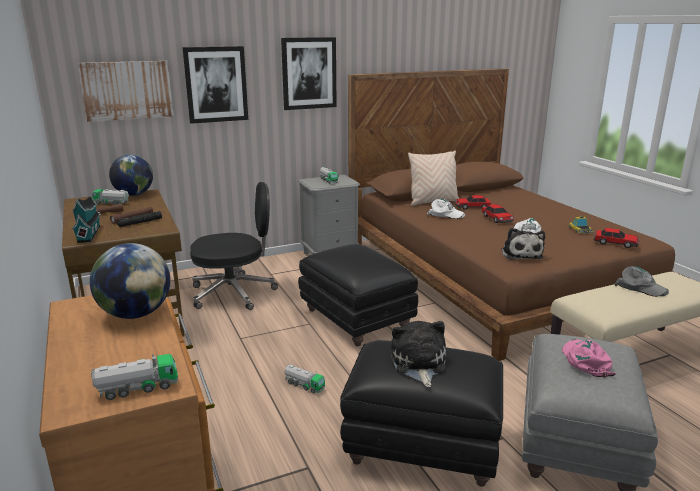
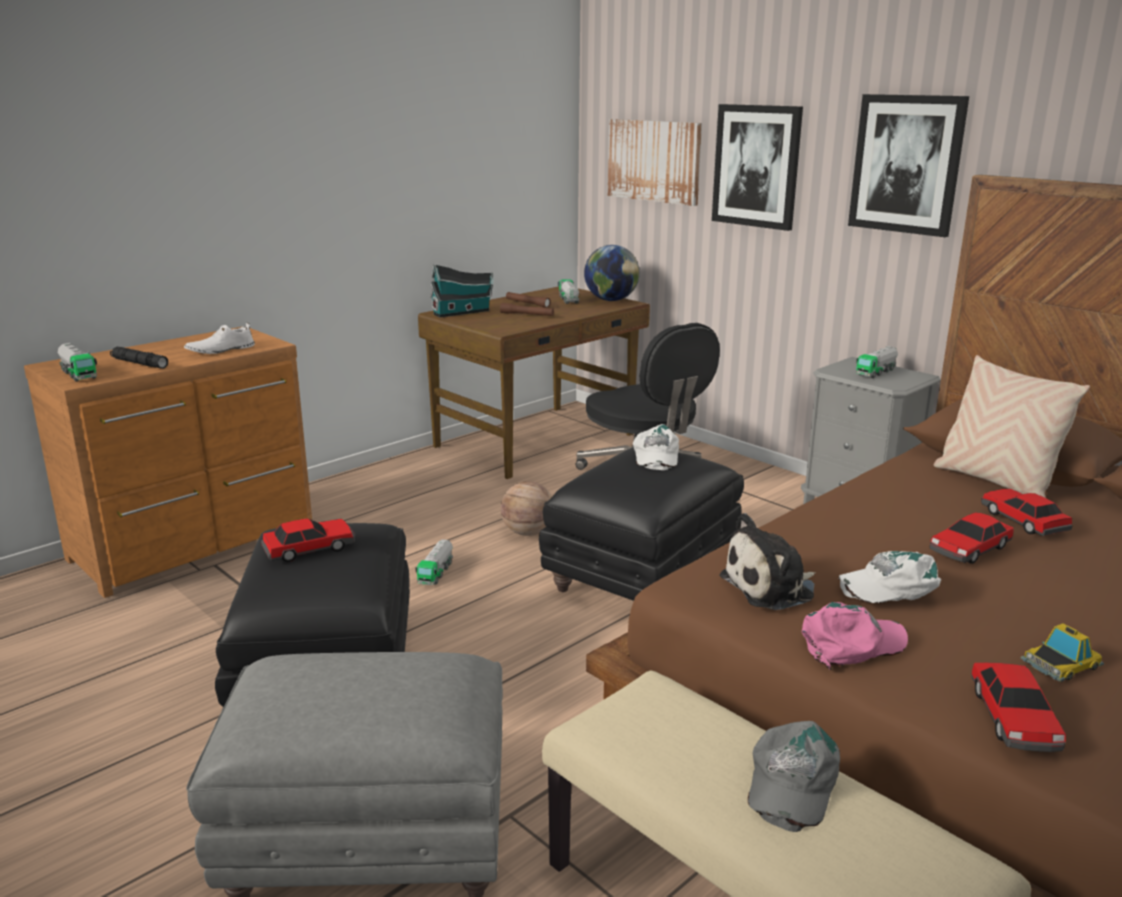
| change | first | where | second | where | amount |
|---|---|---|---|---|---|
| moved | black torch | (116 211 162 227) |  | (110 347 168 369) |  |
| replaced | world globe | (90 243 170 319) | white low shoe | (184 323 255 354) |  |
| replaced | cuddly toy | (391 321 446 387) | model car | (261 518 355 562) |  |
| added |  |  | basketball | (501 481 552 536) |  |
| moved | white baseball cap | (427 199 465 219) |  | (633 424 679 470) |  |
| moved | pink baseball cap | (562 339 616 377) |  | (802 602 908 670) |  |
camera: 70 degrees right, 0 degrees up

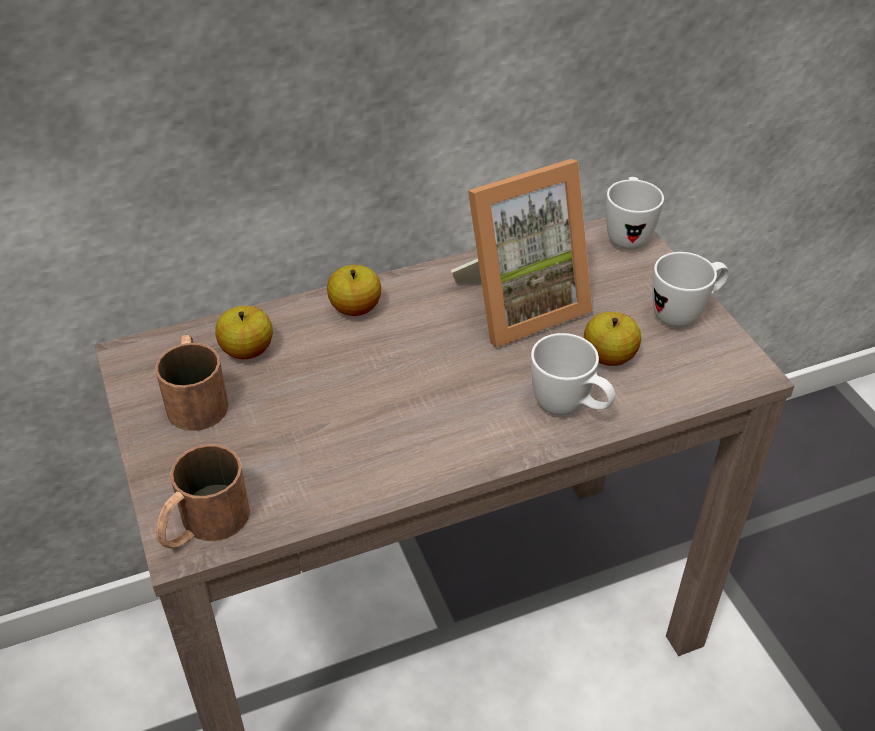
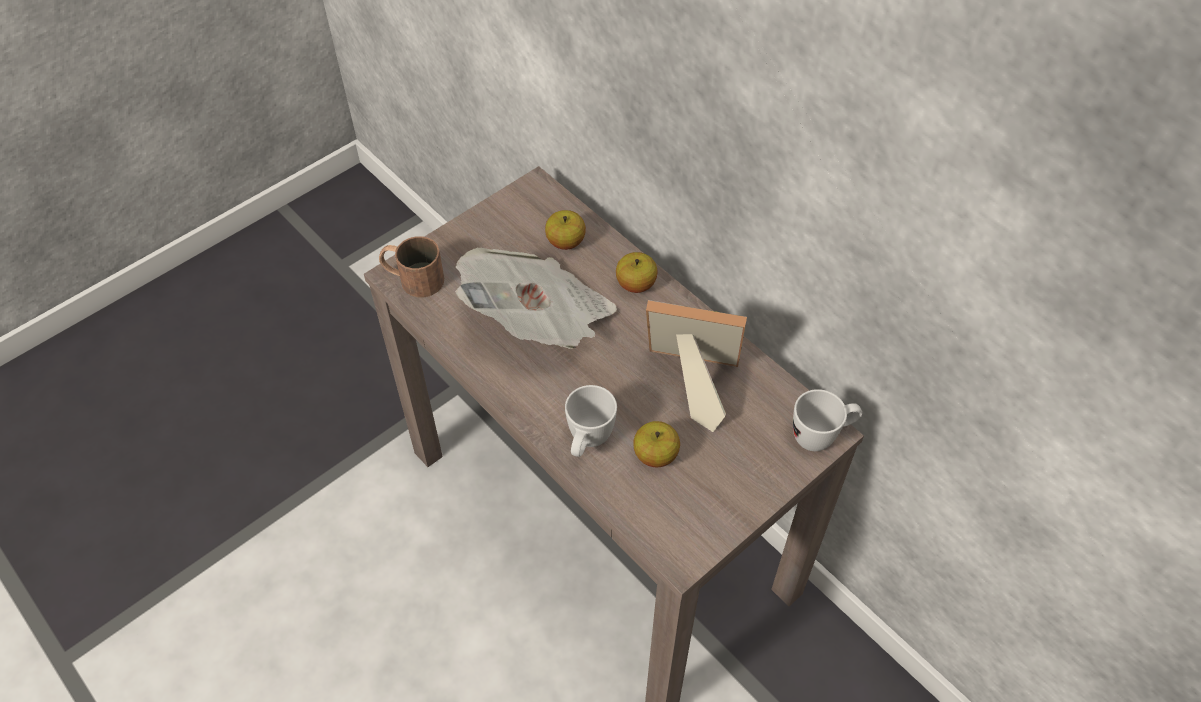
| change | first | where | second | where | amount |
|---|---|---|---|---|---|
| added |  |  | printed paper | (455 248 617 349) |  |
| turned | photo frame | (451 159 592 348) |  | (646 300 747 432) | 150 degrees clockwise |
| removed | brown-coloured tea mug | (156 335 229 431) |  |  |  |
| removed | white tea mug | (653 252 729 328) |  |  |  |
camera: 70 degrees right, 10 degrees up

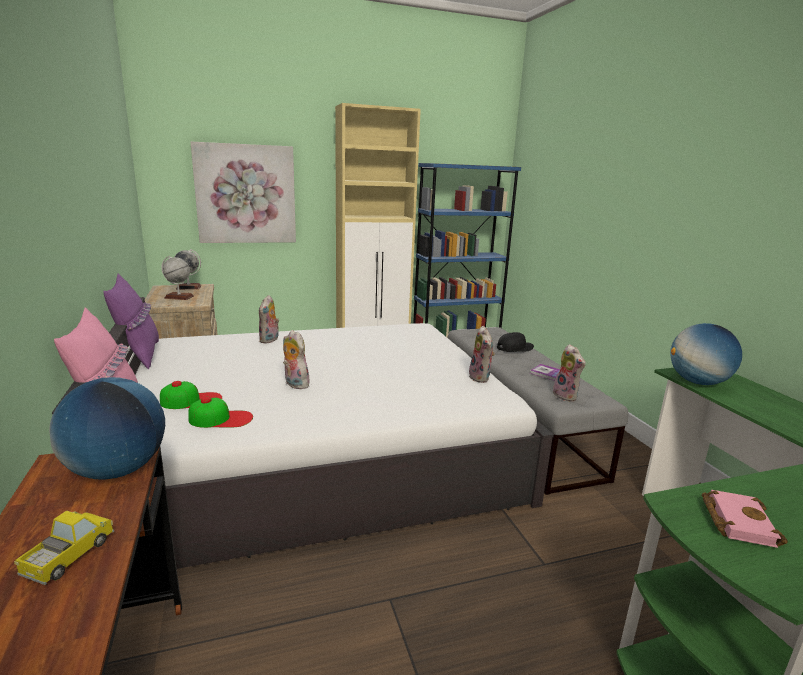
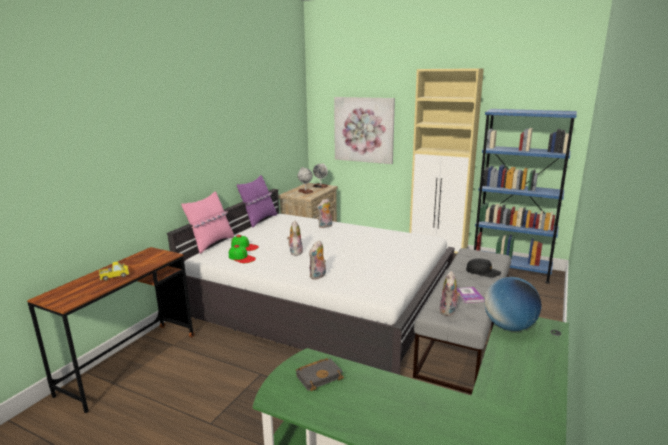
| change | first | where | second | where | amount |
|---|---|---|---|---|---|
| recoloured | pink volume | (702 490 788 548) | black volume | (296 358 344 391) |  |
| moved | cuddly toy | (469 326 495 383) |  | (309 240 326 280) |  |
| removed | world globe | (49 377 165 480) |  |  |  |
camera: 45 degrees right, 0 degrees up

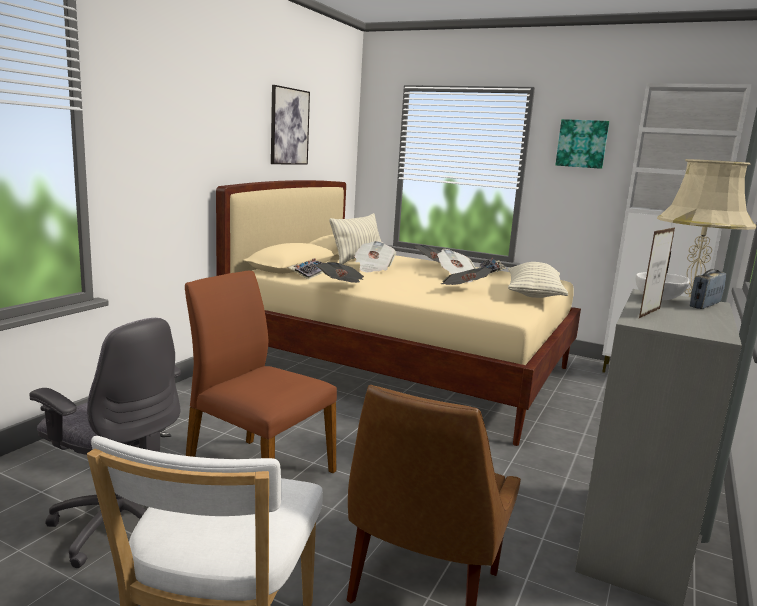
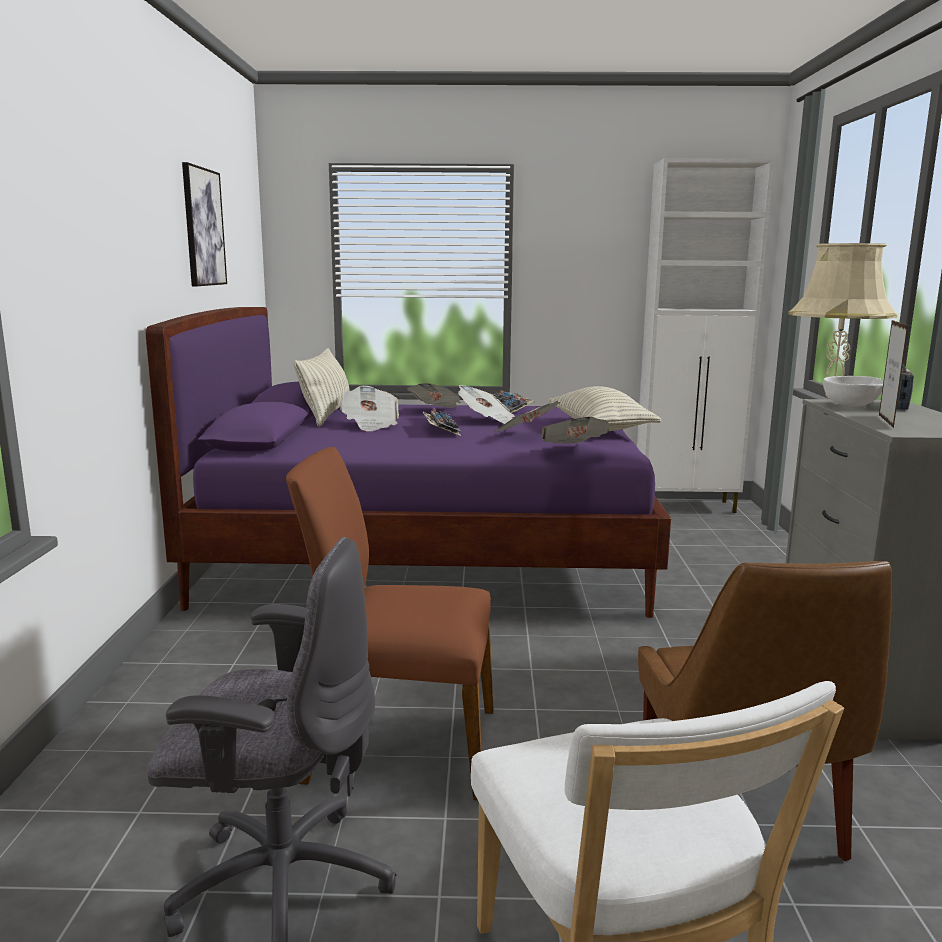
| change | first | where | second | where | amount |
|---|---|---|---|---|---|
| recoloured | sand-coloured sleeping bed | (216 180 581 446) | purple-coloured sleeping bed | (146 307 671 618) |  |
| moved | keyboard | (288 258 324 280) |  | (422 408 461 436) |  |
| moved | printed paper | (316 262 364 283) |  | (541 417 610 444) |  |
| removed | picture | (555 119 609 169) |  |  |  |
camera: 25 degrees left, 0 degrees up

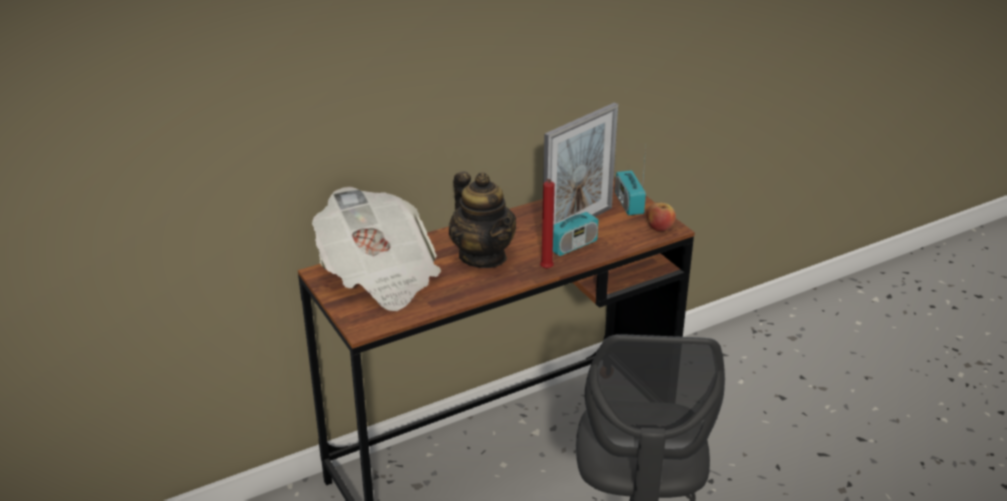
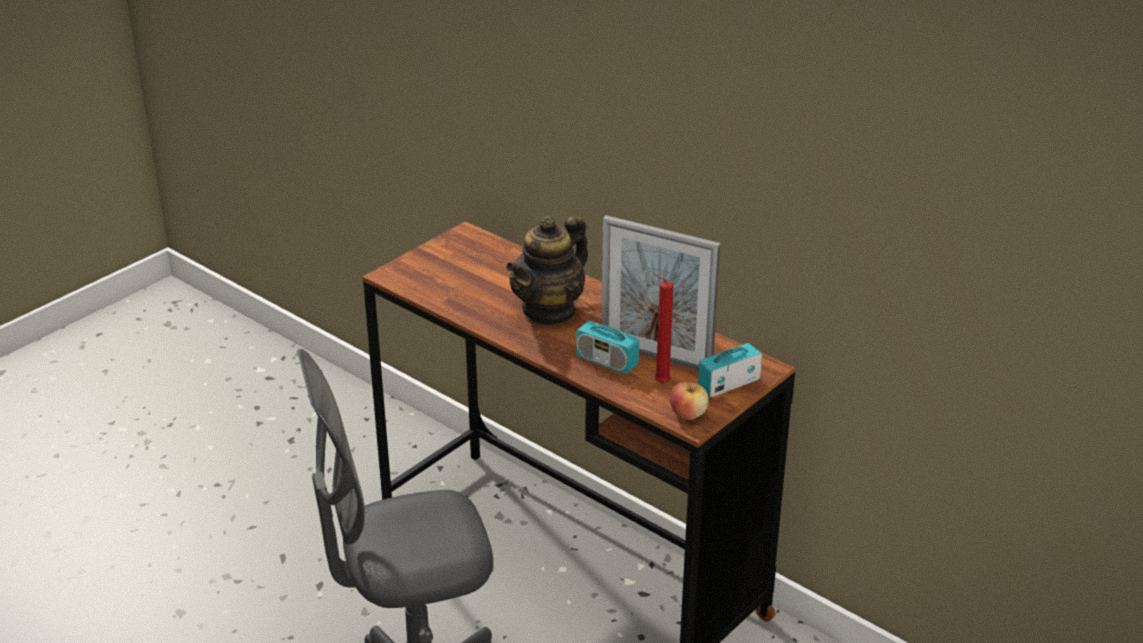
| change | first | where | second | where | amount |
|---|---|---|---|---|---|
| moved | red wax light | (540 179 555 269) |  | (653 273 673 384) |  |
| removed | printed paper | (312 187 441 311) |  |  |  |
camera: 70 degrees right, 0 degrees up

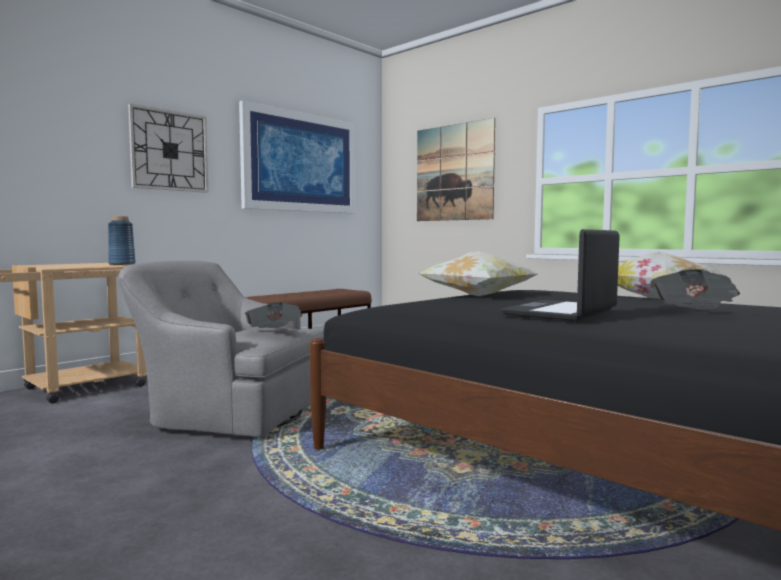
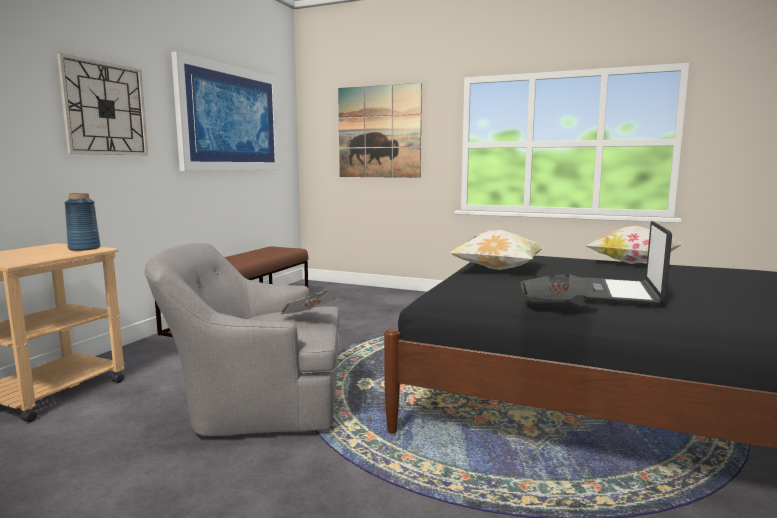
| change | first | where | second | where | amount |
|---|---|---|---|---|---|
| moved | printed paper | (650 269 740 310) |  | (520 274 596 300) |  |
camera: 20 degrees left, 5 degrees up

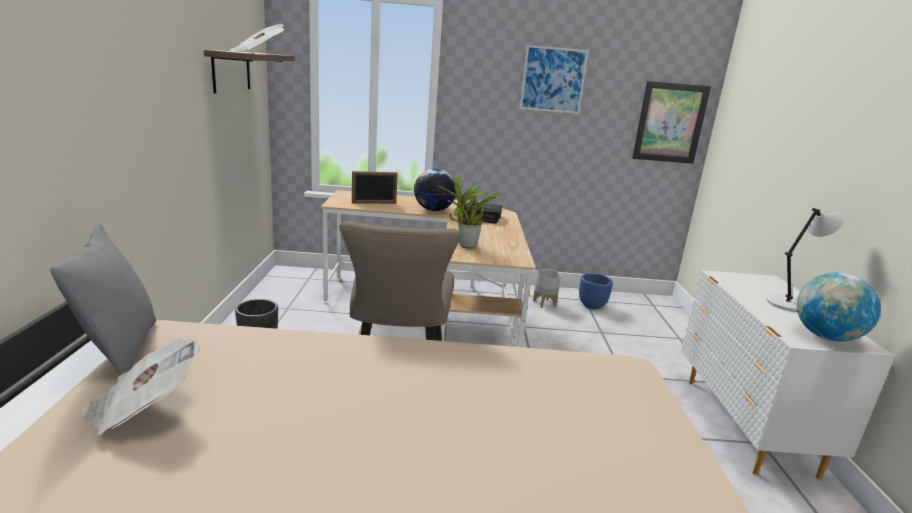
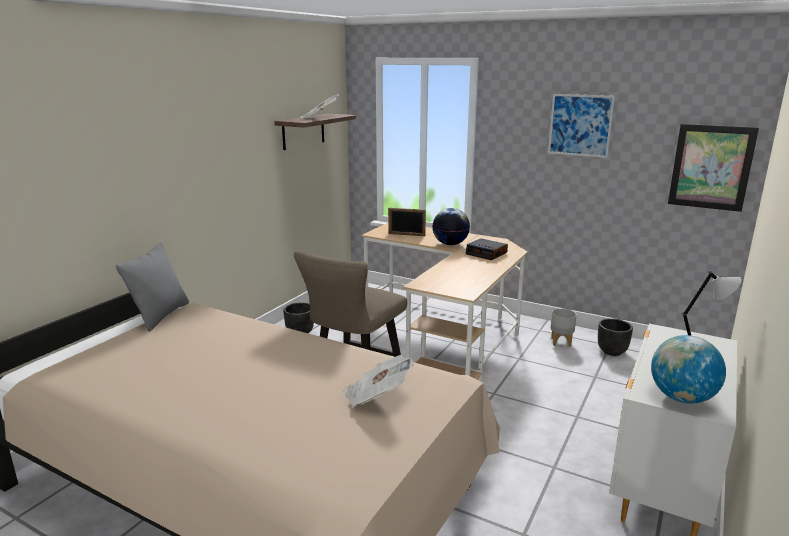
| change | first | where | second | where | amount |
|---|---|---|---|---|---|
| moved | printed paper | (80 338 200 436) |  | (343 355 414 408) |  |
| recoloured | bluish plant pot | (579 273 613 309) | black plant pot | (598 318 633 356) |  |
| removed | potted plant | (438 176 501 248) |  |  |  |
camera: 30 degrees right, 0 degrees up

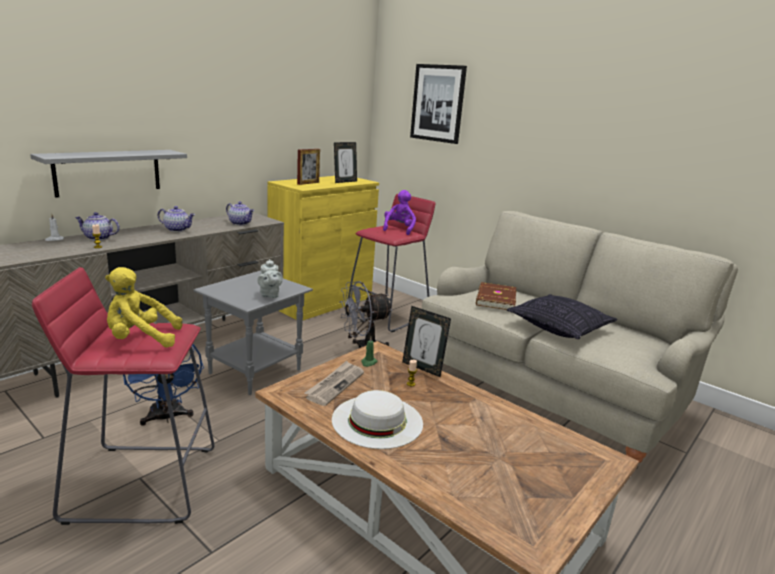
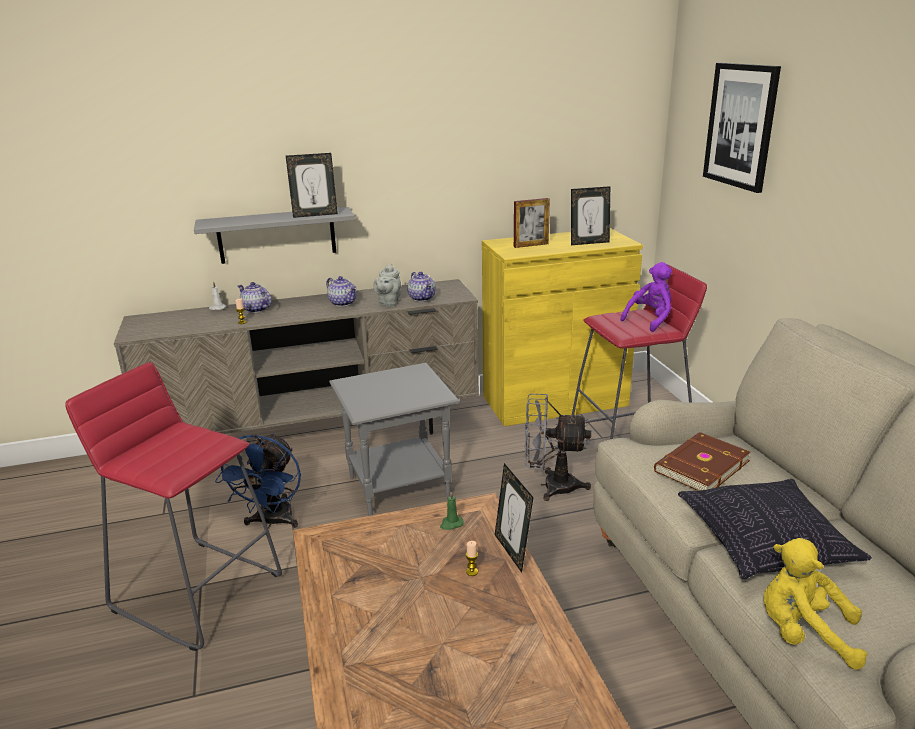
| change | first | where | second | where | amount |
|---|---|---|---|---|---|
| added |  |  | photo frame | (286 153 338 218) |  |
| moved | grey teapot | (257 259 283 298) |  | (373 264 401 306) |  |
| moved | yellow-coloured cuddly toy | (105 267 183 348) |  | (763 538 867 670) |  |
| removed | printed paper | (304 361 364 406) |  |  |  |
| removed | white hat | (332 390 423 449) |  |  |  |
camera: 35 degrees right, 5 degrees up

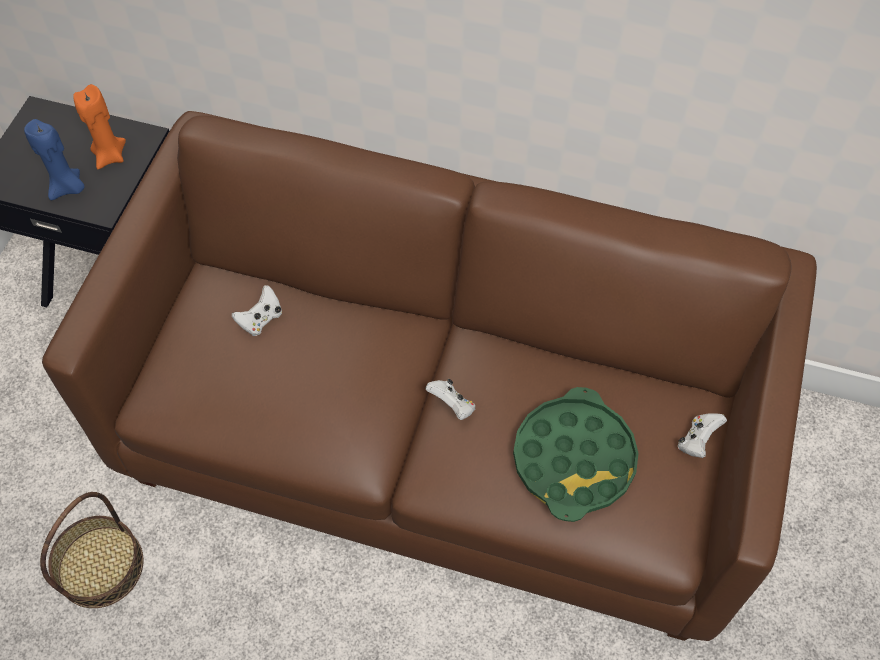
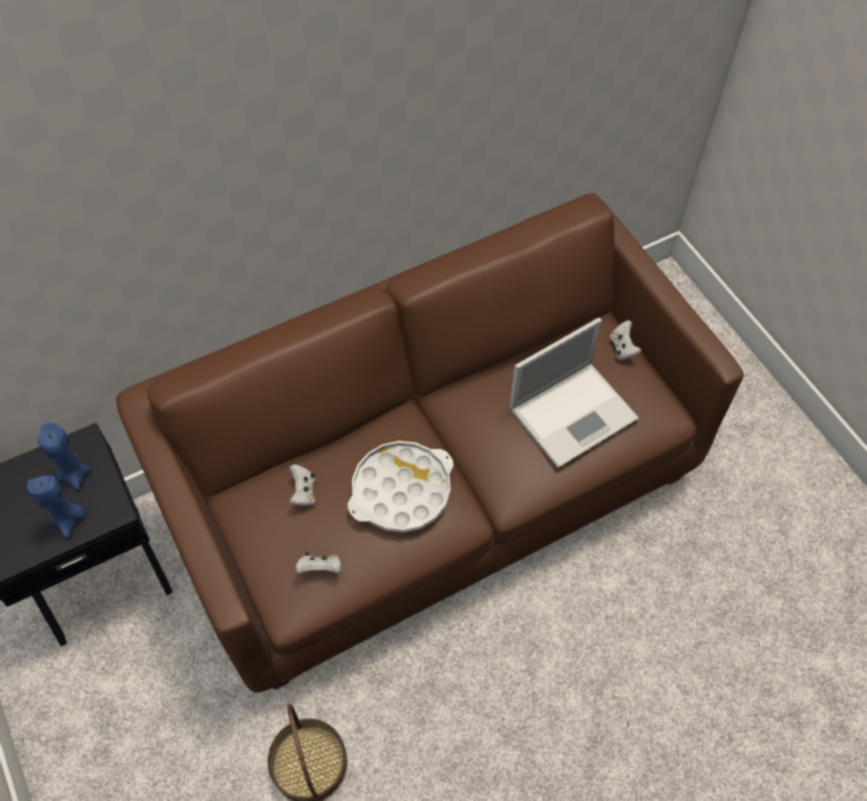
| change | first | where | second | where | amount |
|---|---|---|---|---|---|
| recoloured | orange-coloured wax light | (73 84 126 169) | bluish wax light | (37 422 91 489) |  |
| moved | white gamepad | (425 379 475 420) |  | (296 552 341 573) |  |
| added |  |  | white carrying tray | (348 441 453 533) |  |
| replaced | green carrying tray | (513 387 639 522) | notebook computer | (509 318 639 468) |  |
camera: 45 degrees left, 0 degrees up

